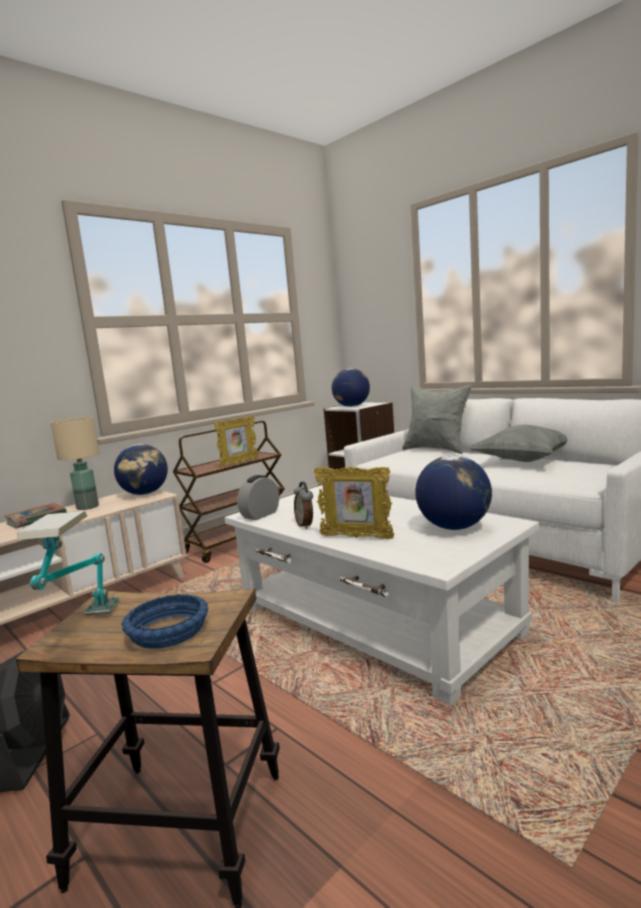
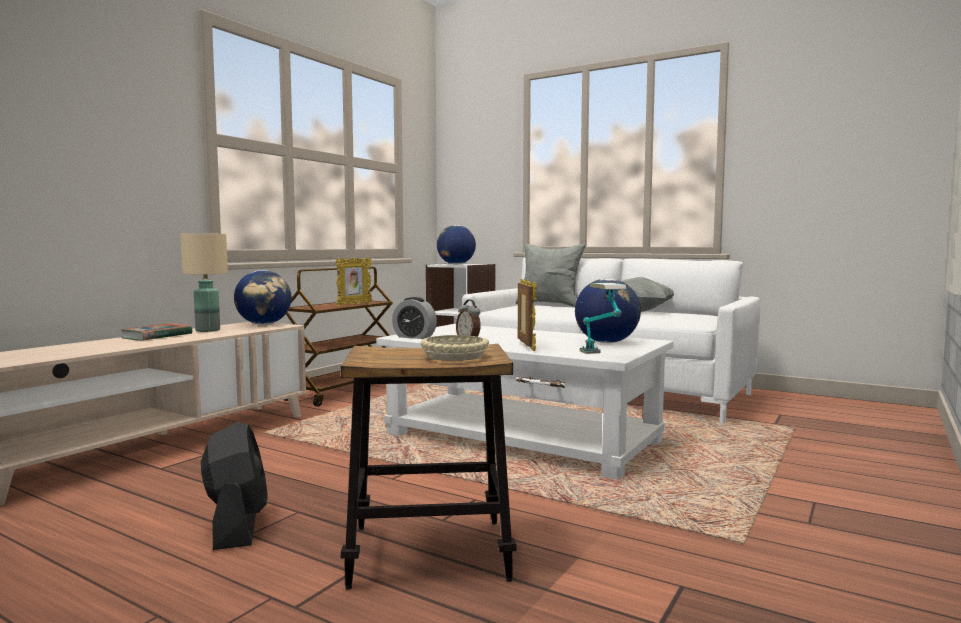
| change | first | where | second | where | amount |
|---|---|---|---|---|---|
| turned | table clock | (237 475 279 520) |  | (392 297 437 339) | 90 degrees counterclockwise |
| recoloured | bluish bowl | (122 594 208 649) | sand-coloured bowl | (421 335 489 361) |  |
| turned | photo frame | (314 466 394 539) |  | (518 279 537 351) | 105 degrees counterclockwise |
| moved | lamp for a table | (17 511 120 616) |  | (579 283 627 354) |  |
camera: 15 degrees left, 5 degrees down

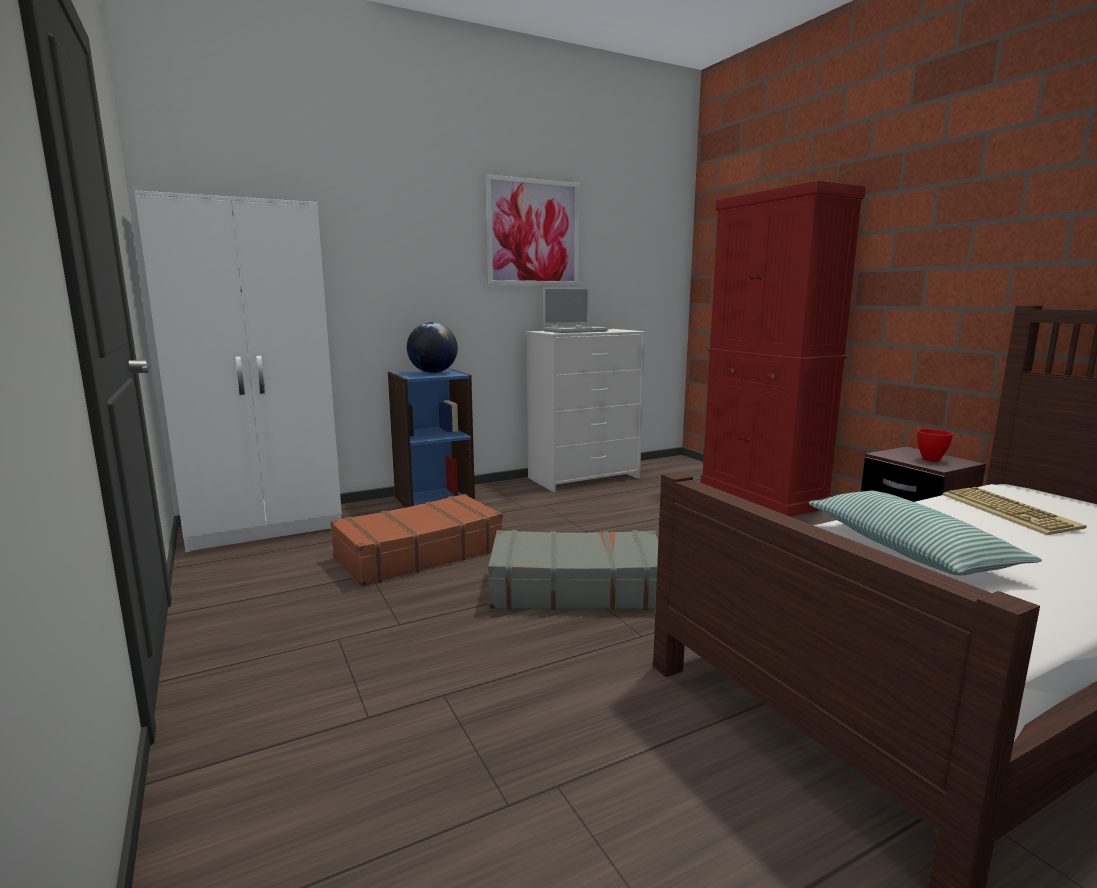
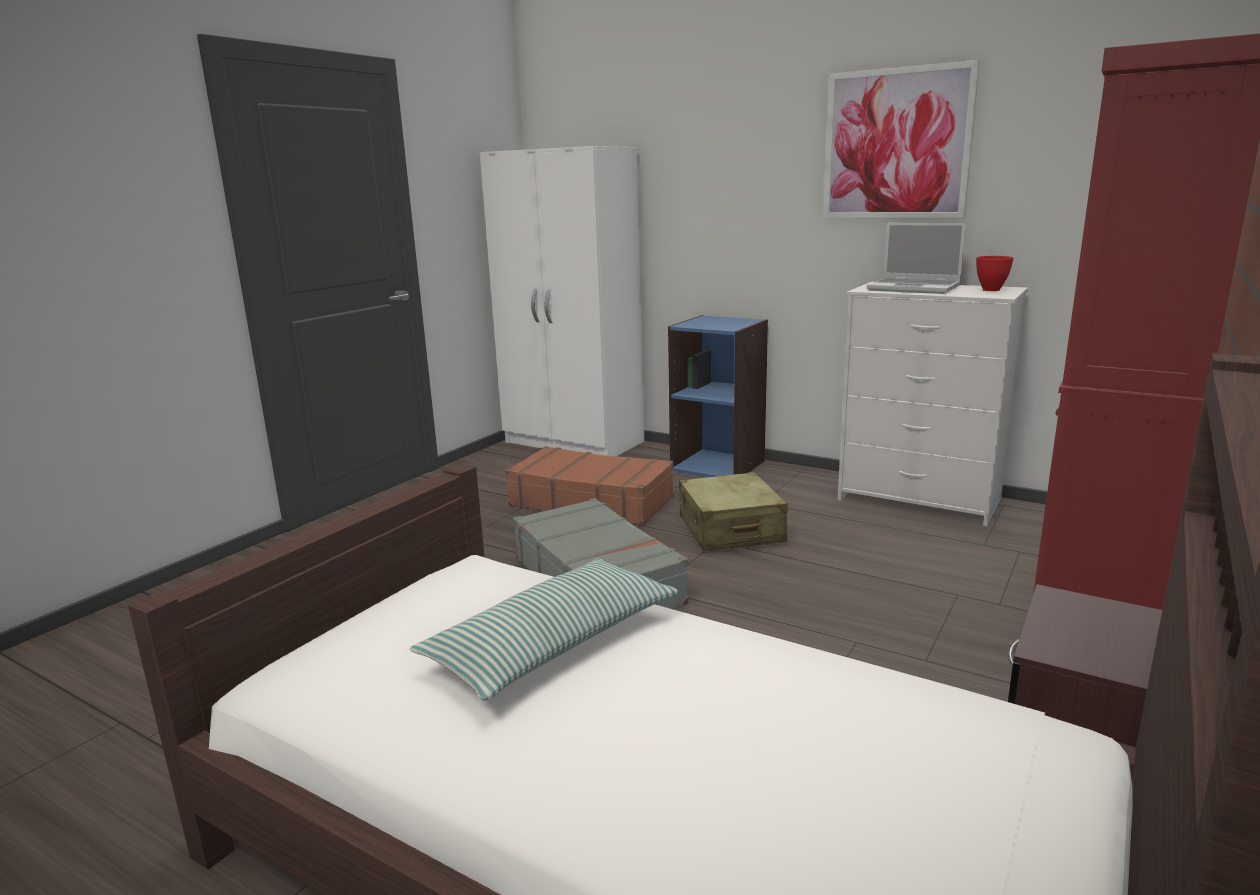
| change | first | where | second | where | amount |
|---|---|---|---|---|---|
| added |  |  | sand-coloured piece of luggage | (679 472 788 551) |  |
| moved | red bowl | (917 429 953 462) |  | (976 256 1014 291) |  |
| removed | world globe | (407 322 458 373) |  |  |  |
| removed | keyboard | (943 487 1087 535) |  |  |  |
camera: 60 degrees right, 5 degrees up

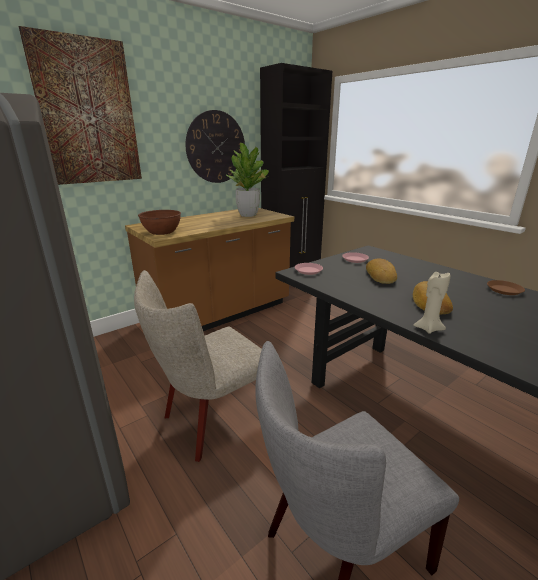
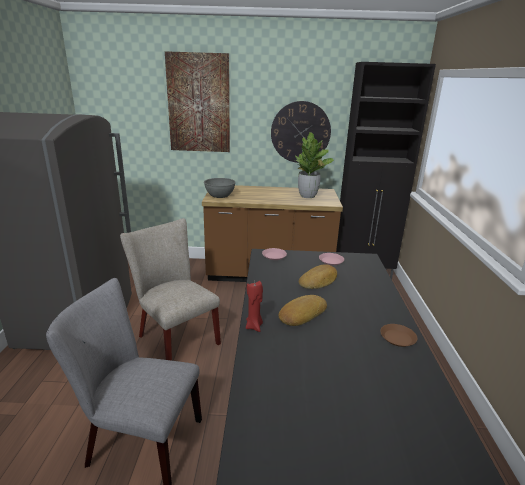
| change | first | where | second | where | amount |
|---|---|---|---|---|---|
| turned | sand-coloured plain chair | (134 270 262 462) |  | (120 218 221 361) | 45 degrees clockwise |
| recoloured | brown-coloured bowl | (138 210 181 235) | grey bowl | (204 178 236 198) |  |
| recoloured | sand-coloured wax light | (413 272 450 334) | red wax light | (246 281 263 332) |  |
camera: 40 degrees right, 0 degrees up

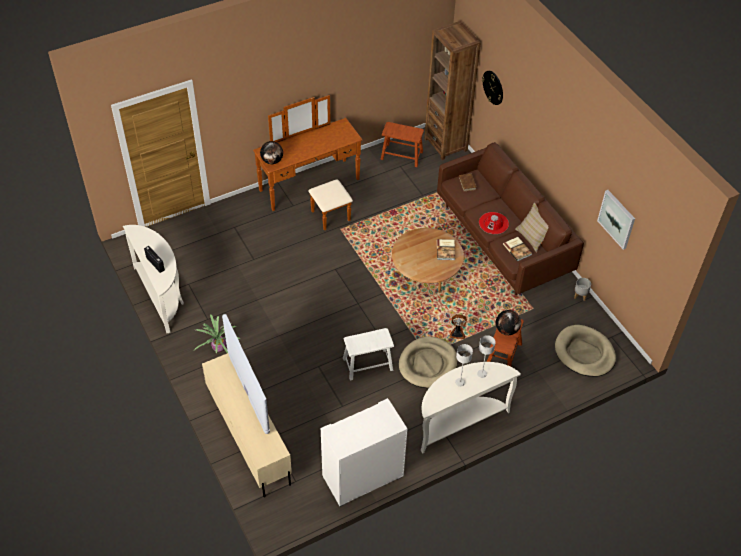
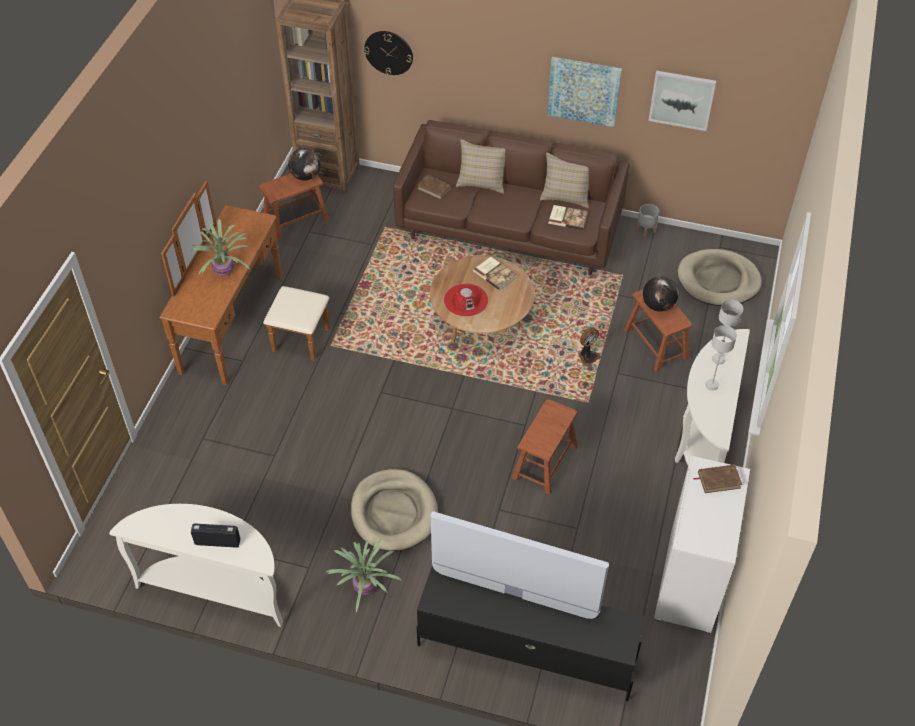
| change | first | where | second | where | amount |
|---|---|---|---|---|---|
| added |  |  | potted plant | (191 219 250 276) |  |
| moved | world globe | (260 141 283 164) |  | (288 148 320 181) |  |
| moved | sand-coloured pet bed | (399 336 457 388) |  | (351 469 438 551) |  |
| recoloured | sand-coloured tv unit | (202 353 292 497) | black tv unit | (416 566 645 701) |  |
| moved | red hat | (479 212 509 234) |  | (444 283 488 317) |  |
| added |  |  | sand-coloured cushion | (456 139 505 194) |  |
| recoloured | white stool | (343 328 394 380) | brown-coloured stool | (512 399 578 495) |  |
| added |  |  | picture | (547 57 622 127) |  |
| added |  |  | brown-coloured volume | (694 464 742 493) |  |
camera: 45 degrees left, 0 degrees up

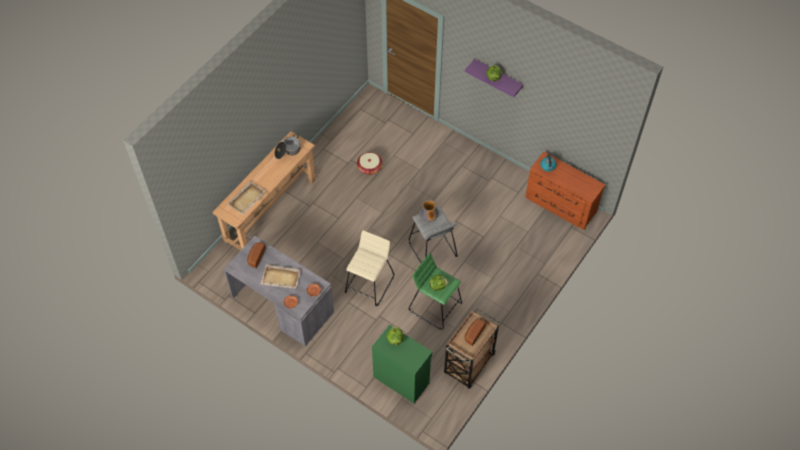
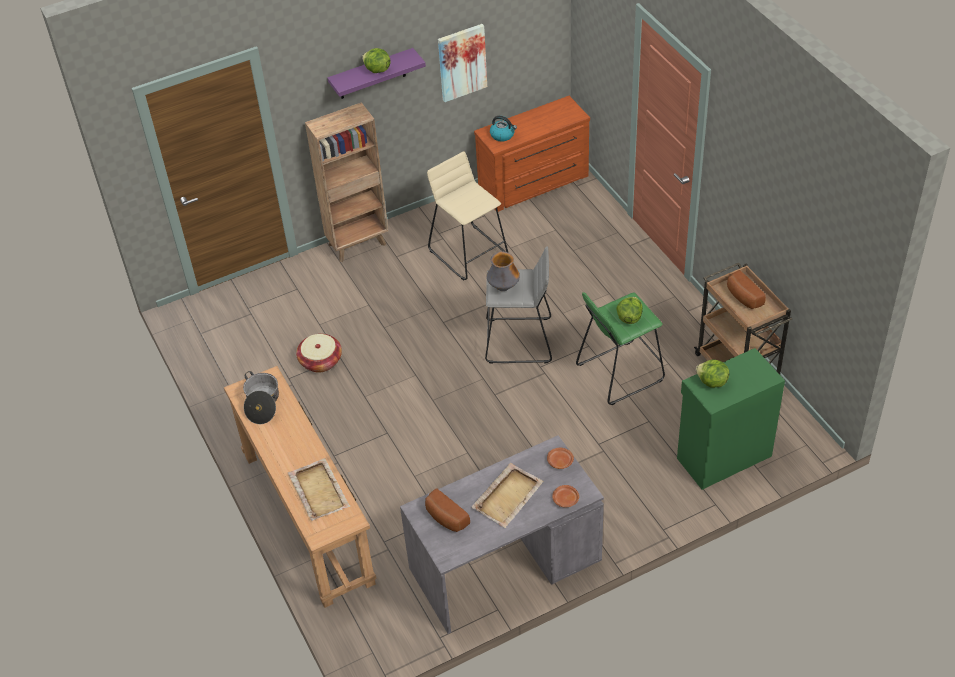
| change | first | where | second | where | amount |
|---|---|---|---|---|---|
| added |  |  | brown-coloured bookcase | (305 102 389 262) |  |
| moved | sand-coloured stool | (345 230 394 306) |  | (427 152 508 280) |  |
| added |  |  | picture | (438 24 487 102) |  |
camera: 60 degrees left, 10 degrees down

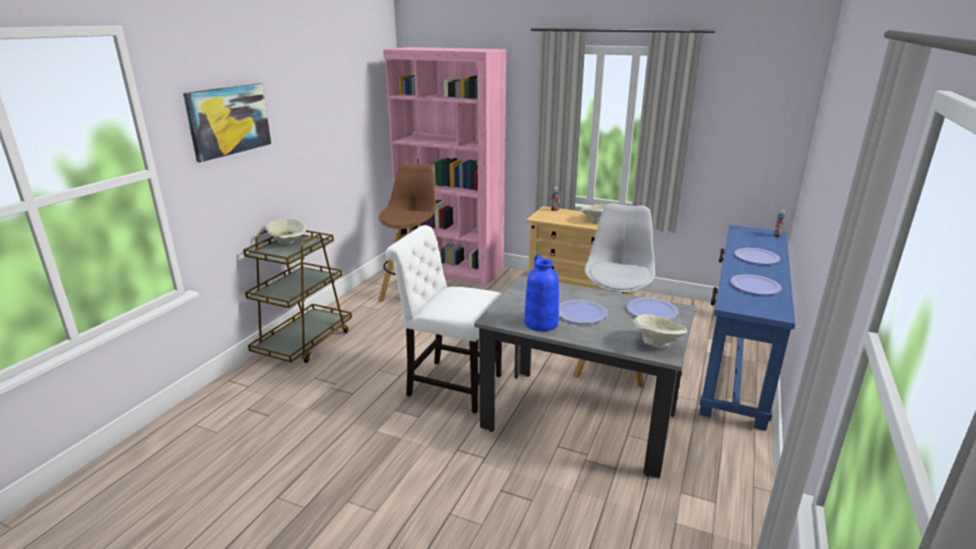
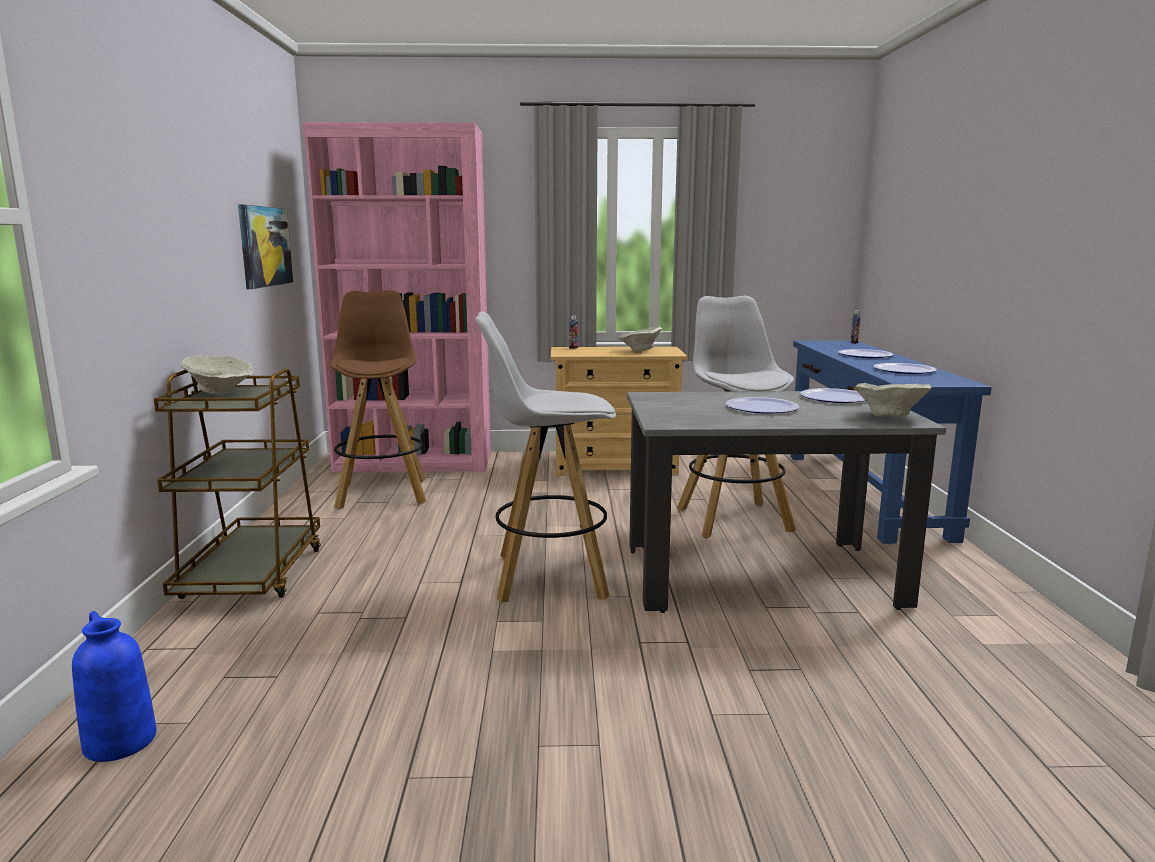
| change | first | where | second | where | amount |
|---|---|---|---|---|---|
| moved | bluish flower vase | (524 254 559 331) |  | (72 611 156 762) |  |
| moved | picture | (183 83 271 163) |  | (238 204 293 289) |  |
| replaced | white plain chair | (385 225 502 413) | white stool | (475 311 616 603) |  |
camera: 25 degrees left, 10 degrees down

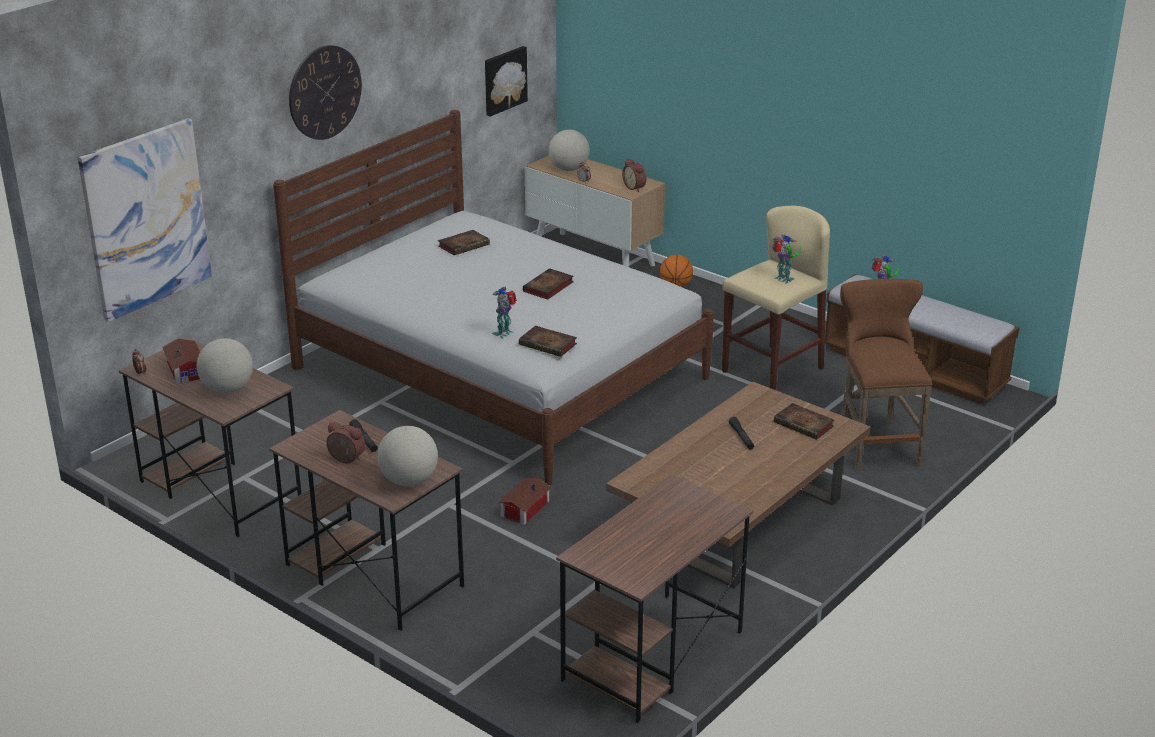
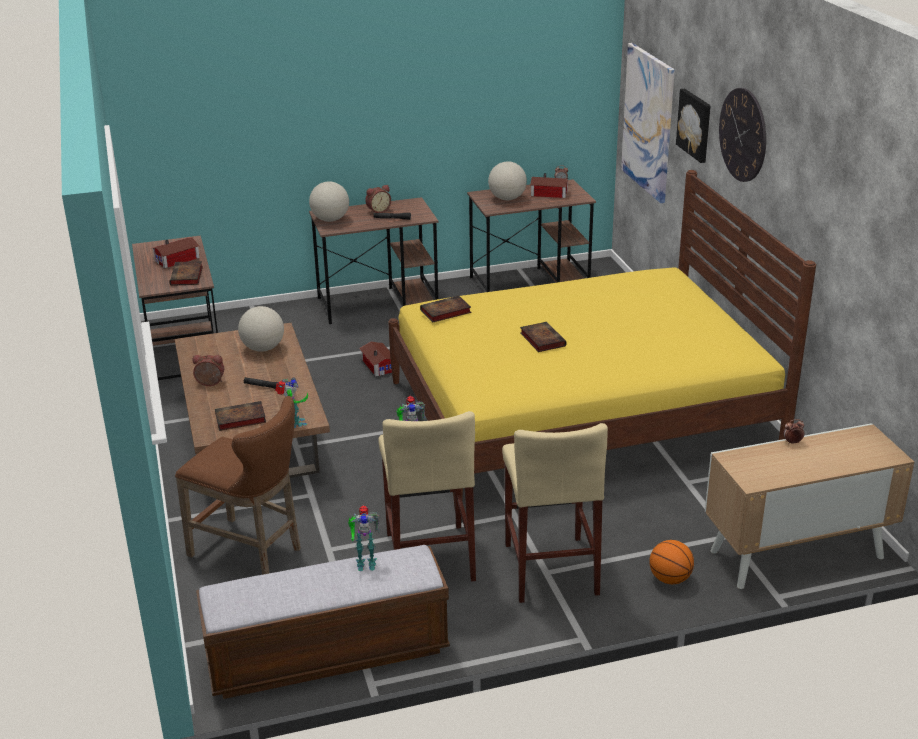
| change | first | where | second | where | amount |
|---|---|---|---|---|---|
| added |  |  | model house | (151 237 200 268) |  |
| moved | volume | (438 230 490 255) |  | (170 261 203 286) |  |
| moved | table clock | (622 158 646 192) |  | (192 355 224 386) |  |
| moved | world globe | (549 130 590 171) |  | (238 306 284 352) |  |
| moved | toy robot | (492 287 517 339) |  | (275 377 308 428) |  |
| recoloured | white sleeping bed | (273 110 714 485) | yellow-coloured sleeping bed | (388 170 816 507) |  |
| added |  |  | sand-coloured stool | (502 423 608 603) |  |
| moved | picture | (485 46 528 117) |  | (676 89 711 163) |  |
camera: 125 degrees right, 0 degrees up

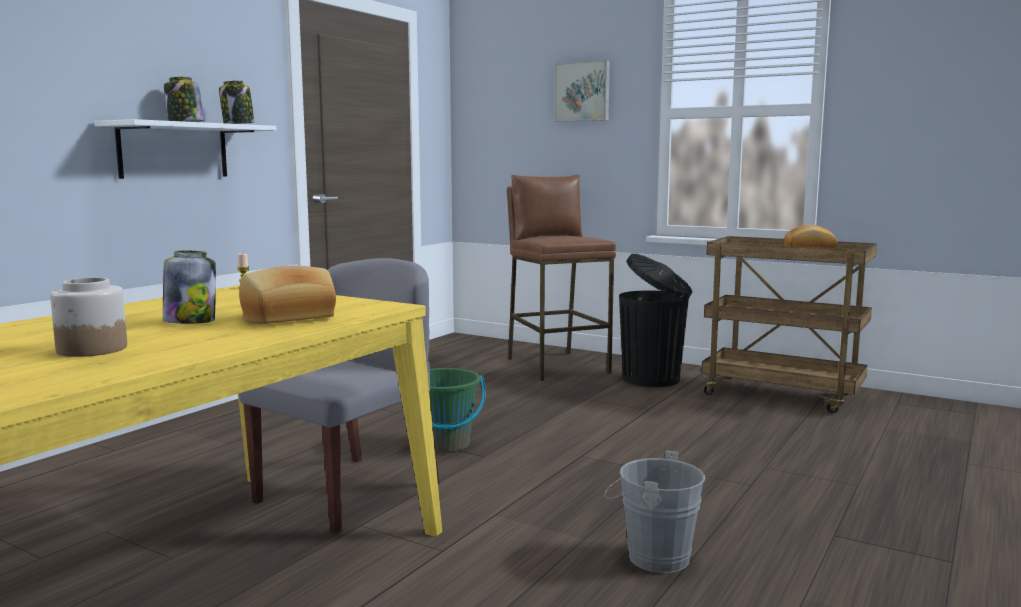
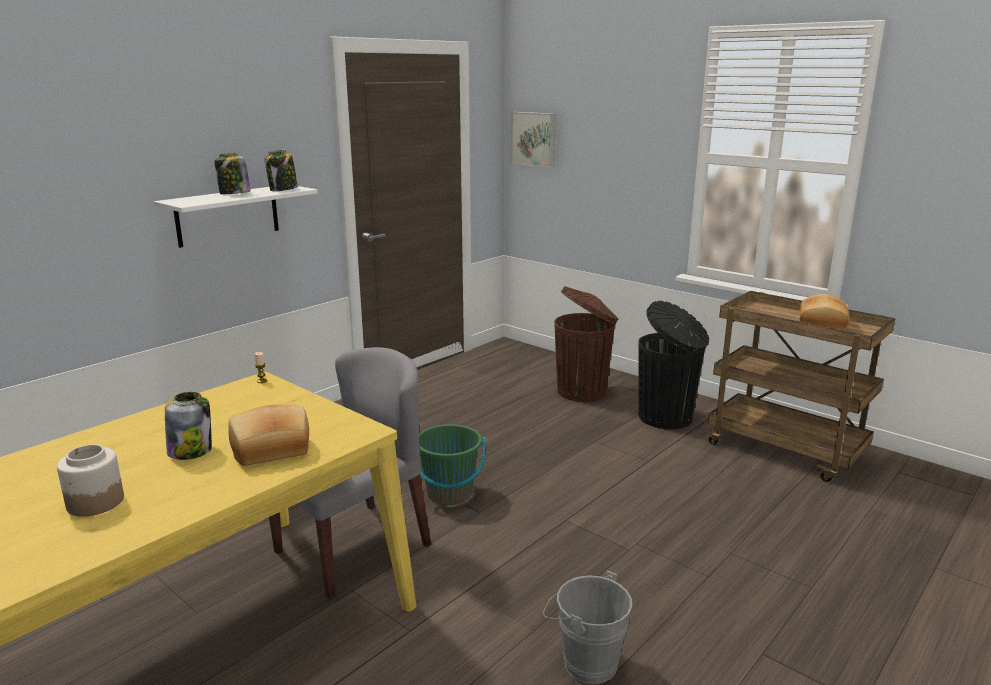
| change | first | where | second | where | amount |
|---|---|---|---|---|---|
| moved | picture | (554 60 610 122) |  | (511 112 556 168) |  |
| replaced | brown-coloured stool | (507 174 616 381) | brown-coloured waste bin | (554 286 618 402) |  |
camera: 10 degrees right, 10 degrees up

